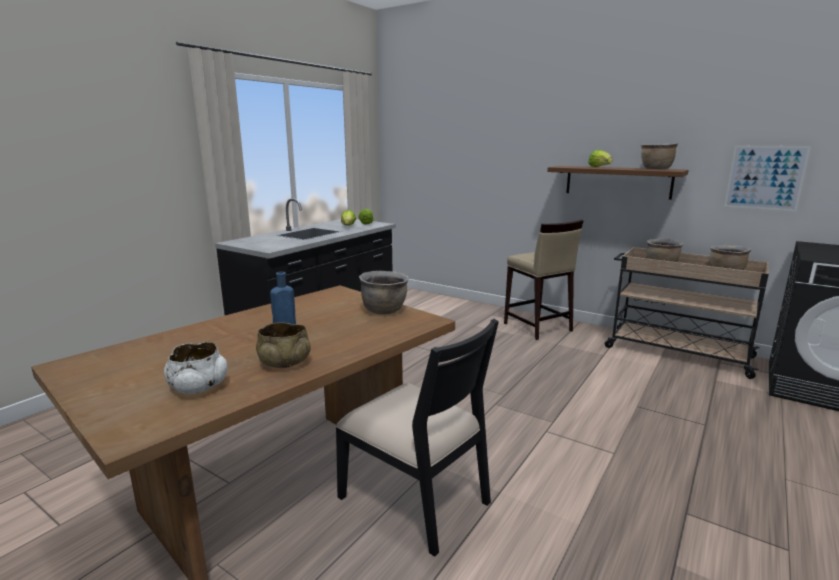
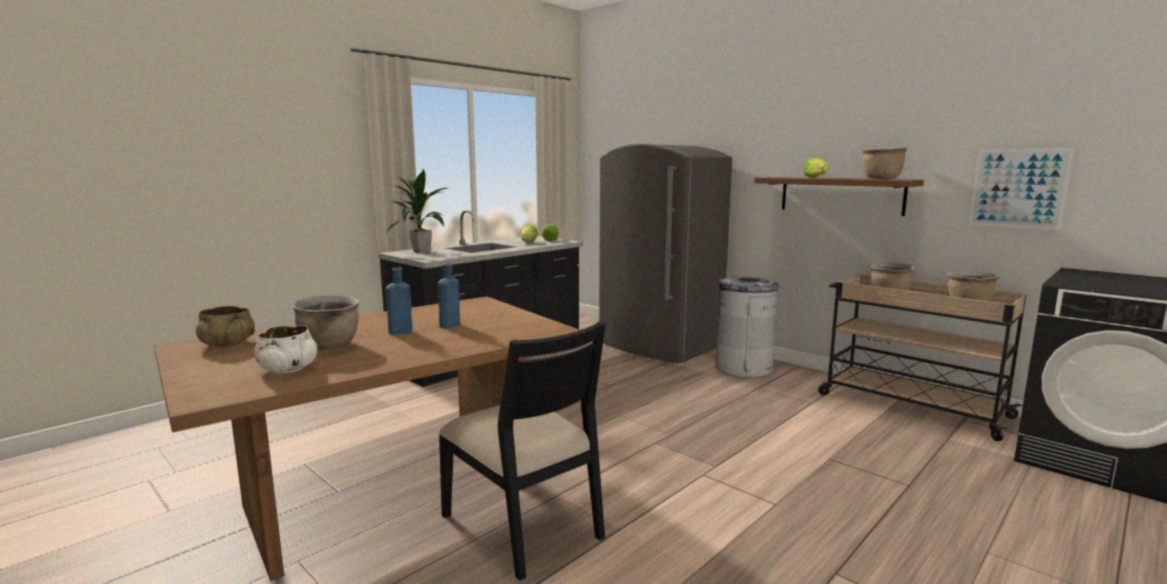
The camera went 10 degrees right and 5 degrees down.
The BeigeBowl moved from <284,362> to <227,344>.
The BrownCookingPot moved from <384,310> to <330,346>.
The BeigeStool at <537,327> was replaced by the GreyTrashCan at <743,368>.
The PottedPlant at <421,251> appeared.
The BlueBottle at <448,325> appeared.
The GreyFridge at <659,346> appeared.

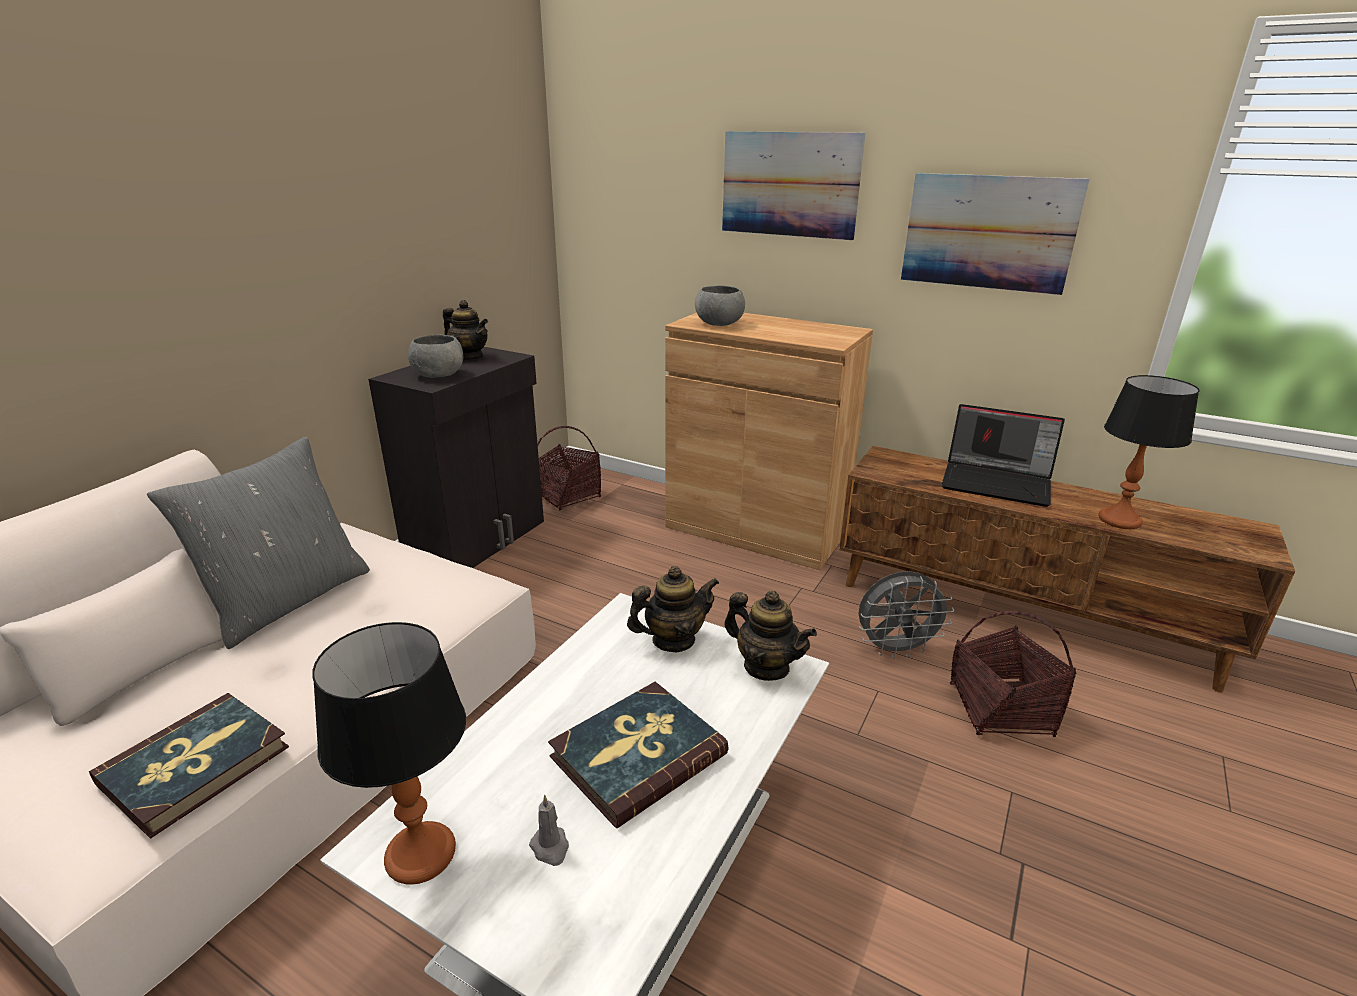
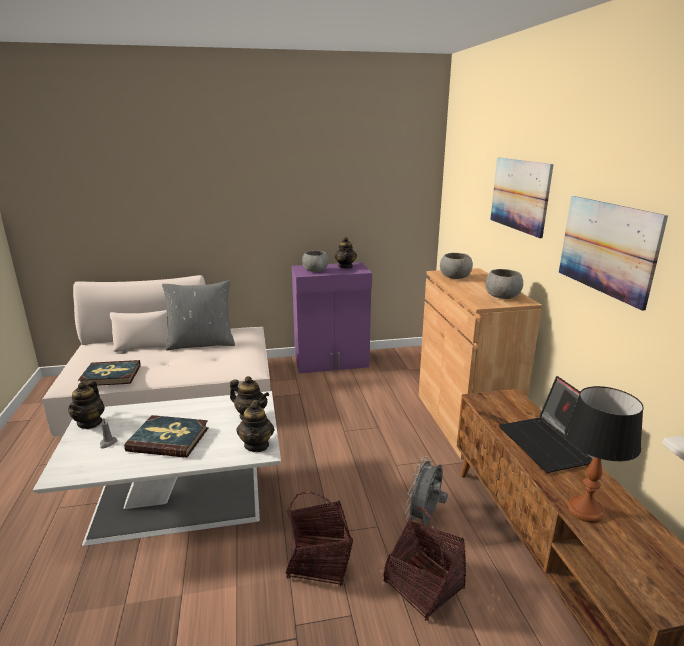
The camera went 50 degrees right and 5 degrees down.
The TableLamp at <421,853> was replaced by the Teapot at <90,422>.
The BlackCabinet at <479,539> became the PurpleCabinet at <332,362>.
The Basket moved from <567,496> to <319,561>.
The GreyFan at <896,649> turned 75 degrees clockwise.
The GreyBowl at <501,297> appeared.

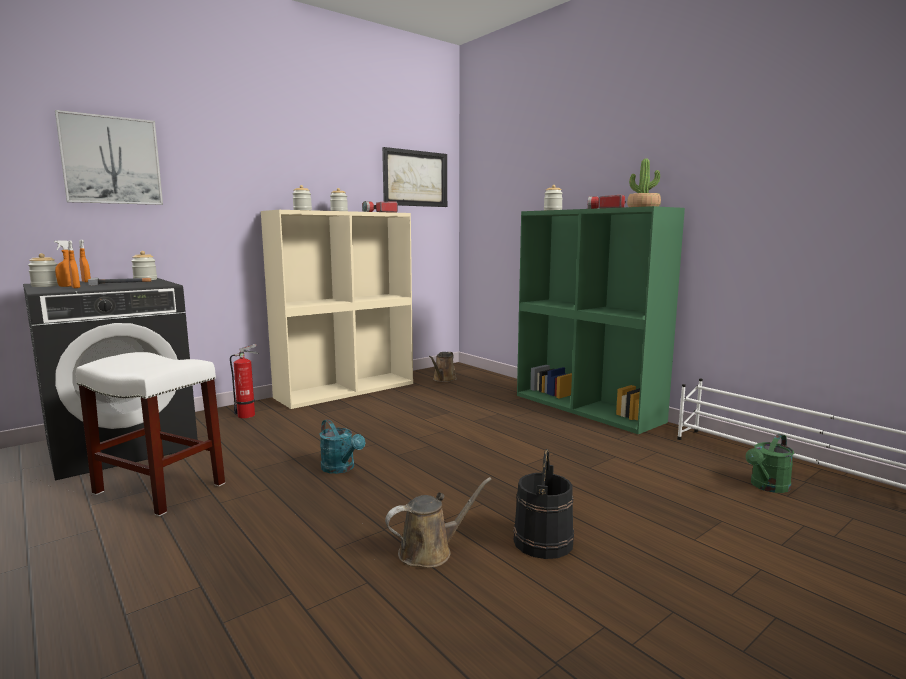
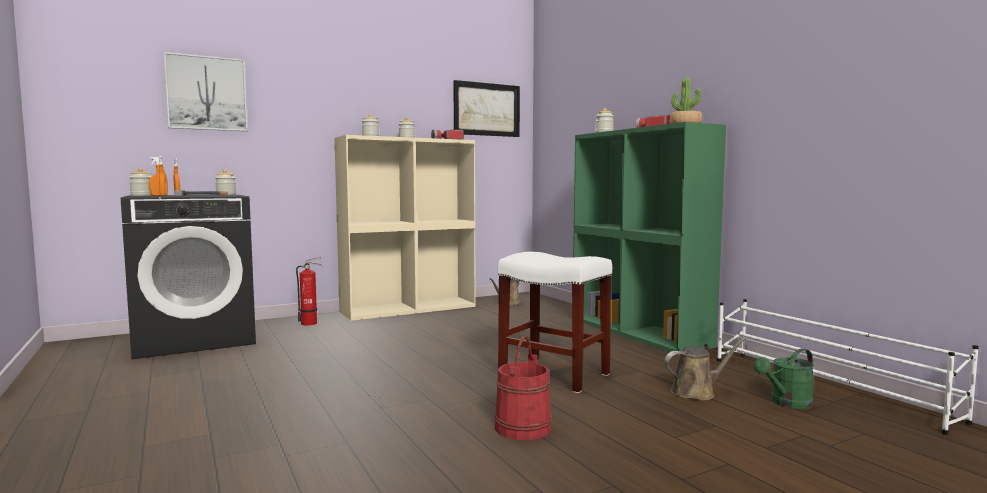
The camera went 10 degrees right and 5 degrees down.
The WhiteStool moved from <161,488> to <555,374>.
The TurquoiseWateringCan at <341,468> disappeared.
The BrownWateringCan moved from <430,551> to <696,392>.
The BlackBucket at <542,541> became the RedBucket at <522,427>.

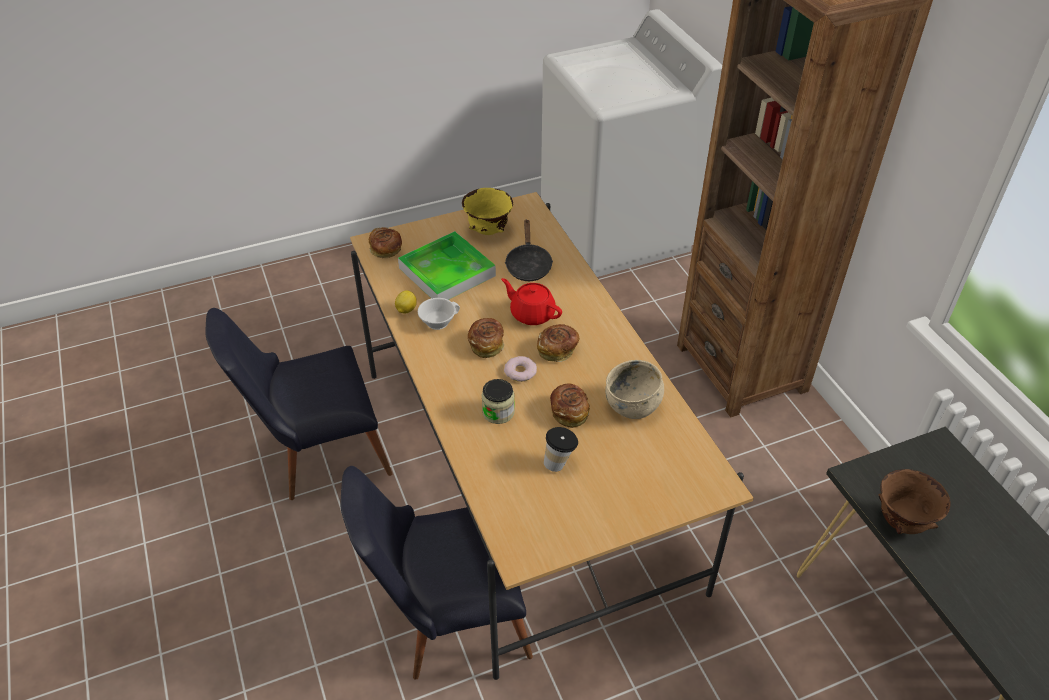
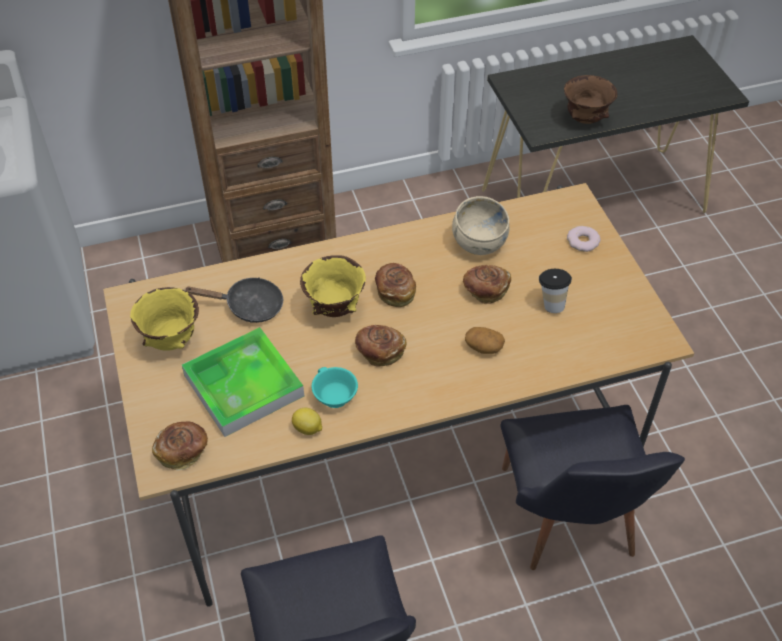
The camera went 85 degrees left and 5 degrees up.
The WhiteCup at <438,320> became the TurquoiseCup at <333,396>.
The Jar at <498,412> was replaced by the Potato at <483,347>.
The RedTeapot at <532,314> was replaced by the YellowBowl at <334,309>.
The Donut moved from <520,371> to <583,241>.

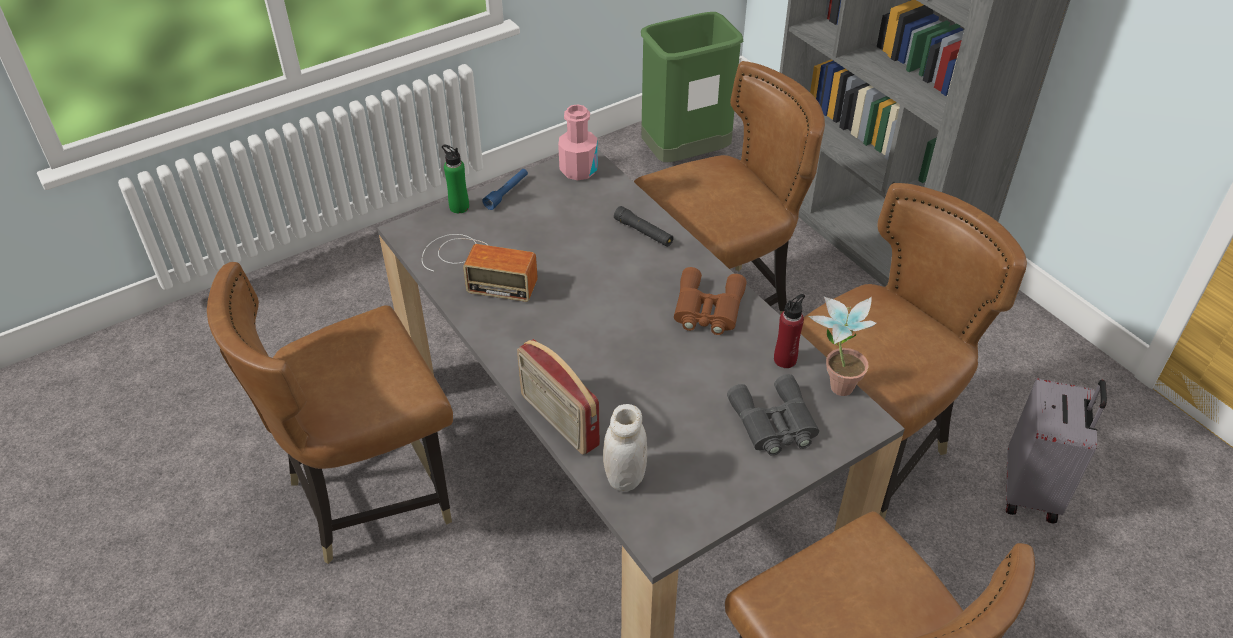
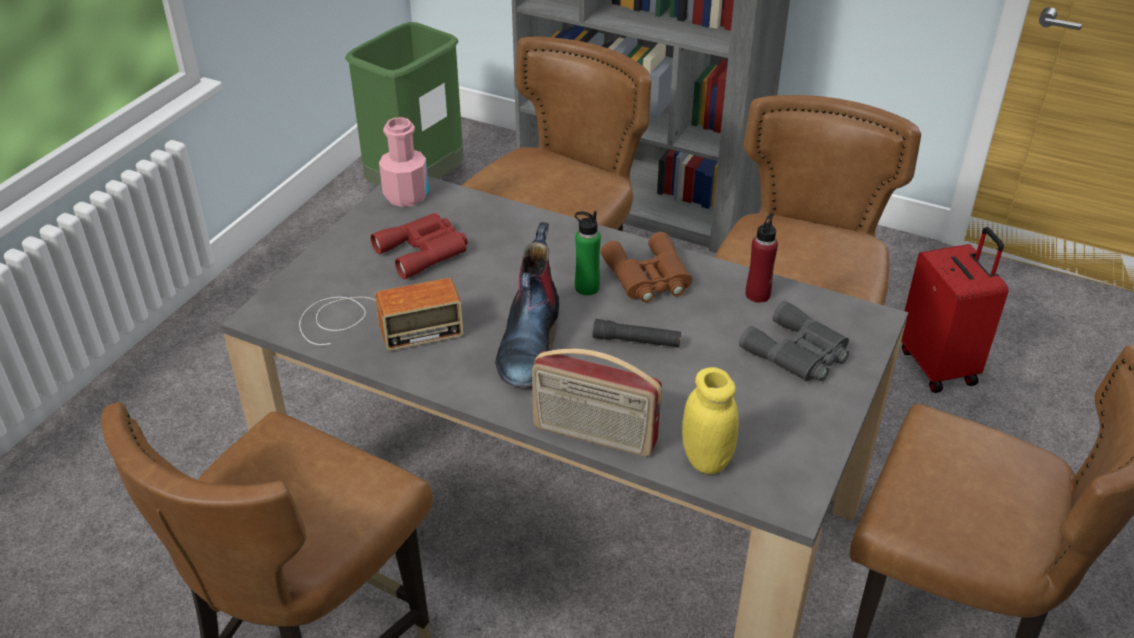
The camera went 30 degrees left and 5 degrees down.
The GreenBottle moved from <459,207> to <587,287>.
The BlueFlashlight at <507,193> disappeared.
The WhiteJar at <625,477> became the YellowJar at <706,459>.
The BlackFlashlight moved from <643,232> to <636,341>.
The PottedPlant at <834,382> disappeared.
The GreySuitcase at <1032,491> became the RedSuitcase at <939,366>.
The RedBinoculars at <425,251> appeared.
The Boot at <529,342> appeared.

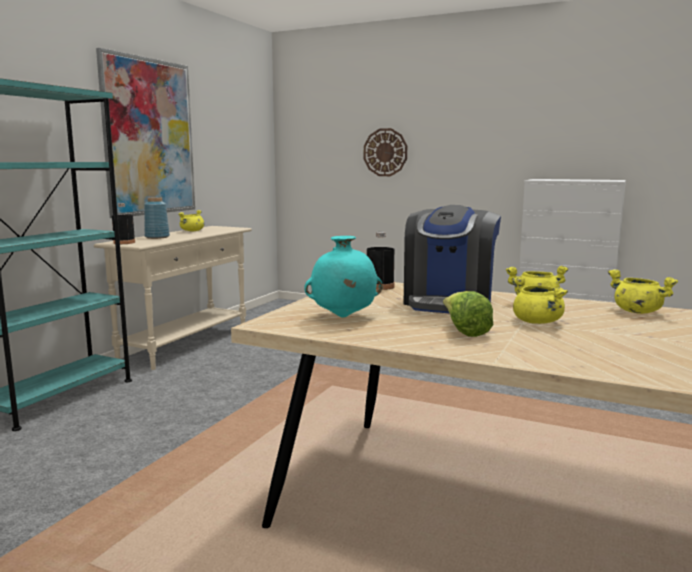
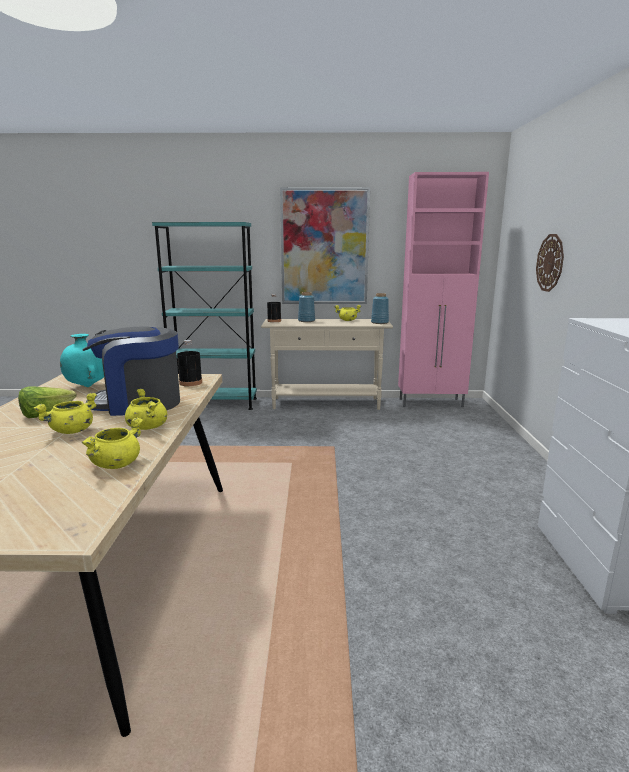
The camera went 65 degrees right and 5 degrees up.
The BlueVase at <379,322> appeared.
The PinkCabinet at <432,403> appeared.

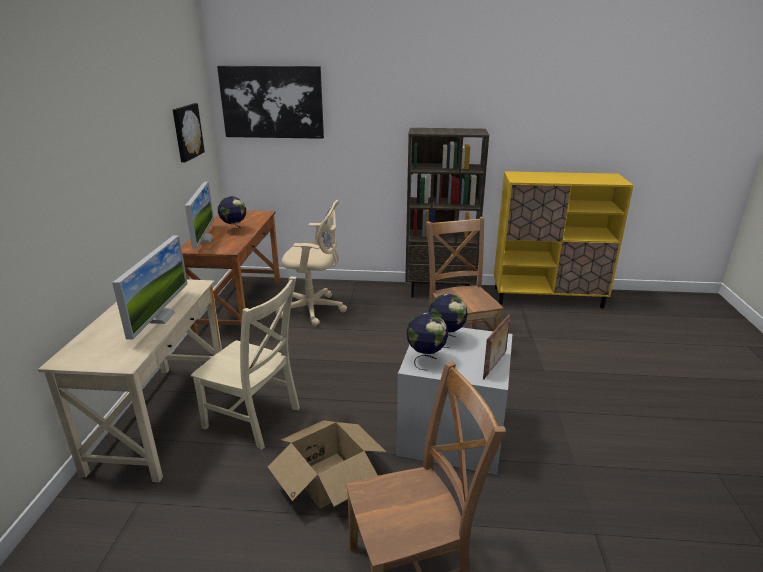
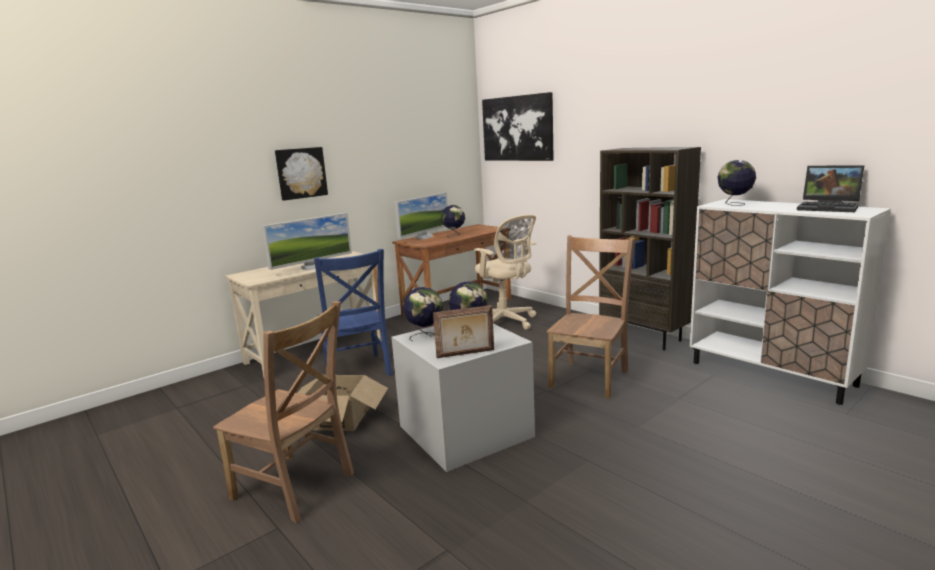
The camera went 45 degrees right and 10 degrees down.
The Picture moved from <186,132> to <301,173>.
The BeigeChair at <255,419> became the BlueChair at <357,371>.
The YellowCabinet at <548,297> became the WhiteCabinet at <771,374>.
The Globe at <734,204> appeared.
The Laptop at <830,207> appeared.

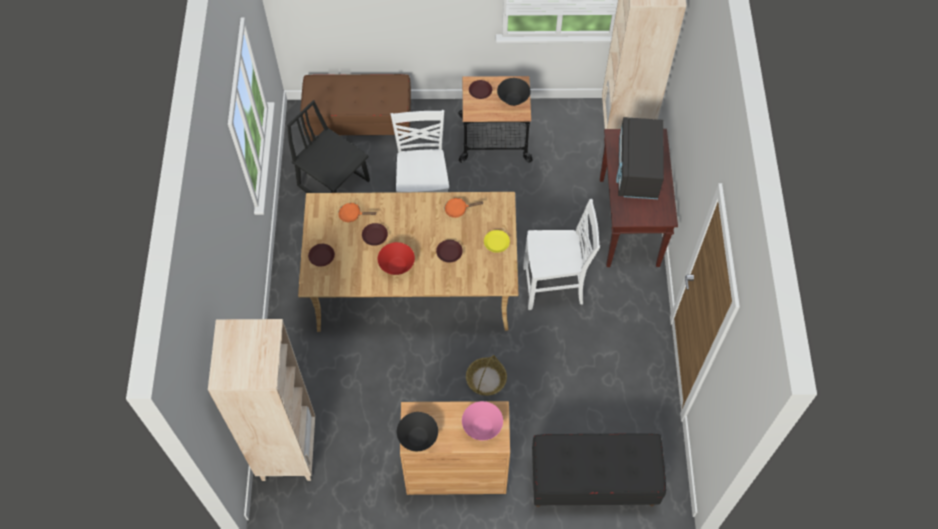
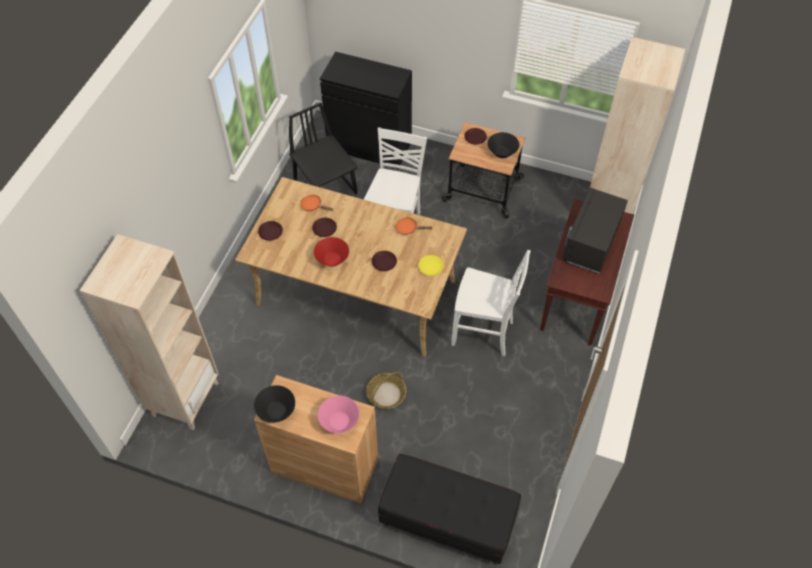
The camera went 20 degrees right and 5 degrees down.
The BrownBench at <360,123> was replaced by the BlackCabinet at <369,145>.

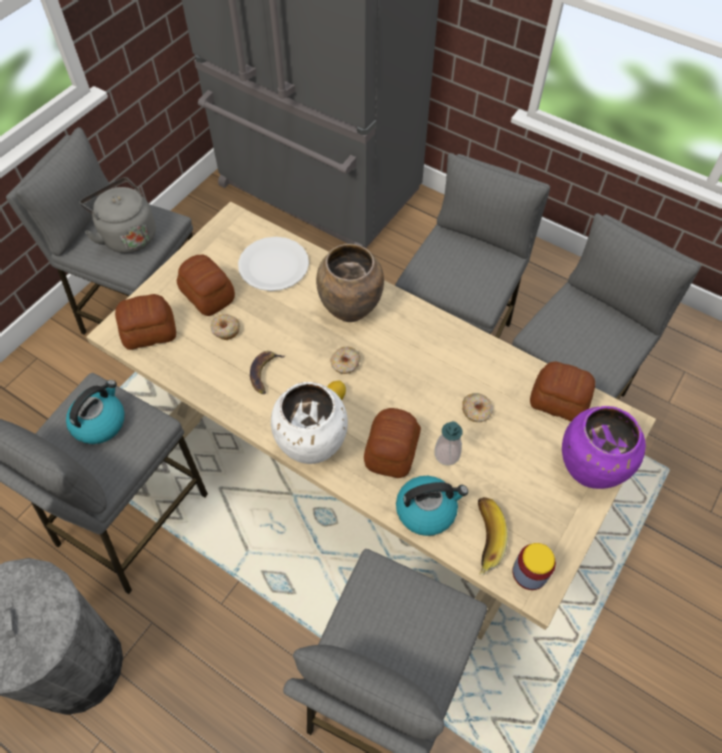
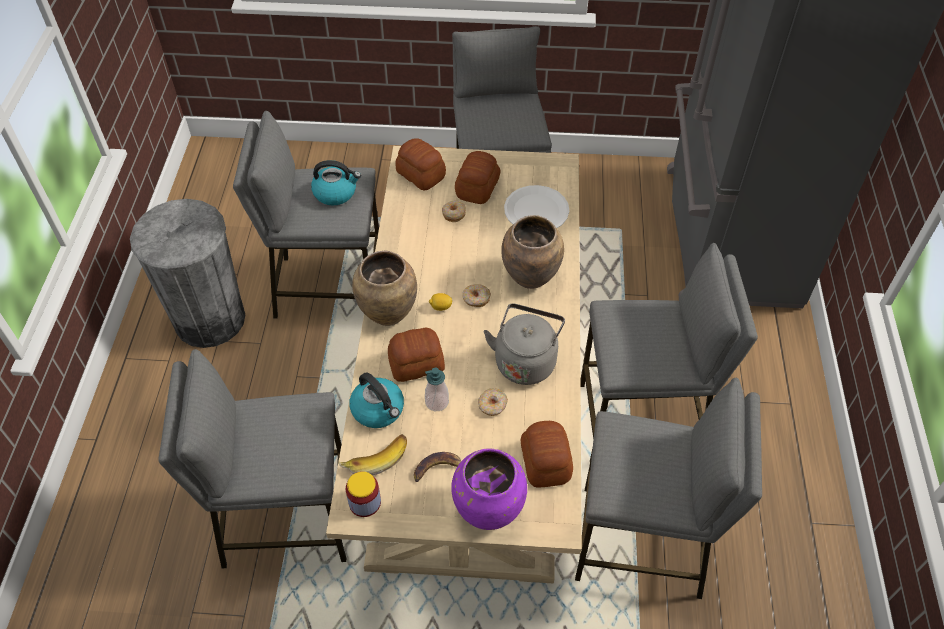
The camera went 60 degrees right and 5 degrees down.
The GreyKettle moved from <127,235> to <525,360>.
The Banana moved from <264,373> to <438,469>.
The WhiteVase at <313,447> became the BrownVase at <387,314>.

